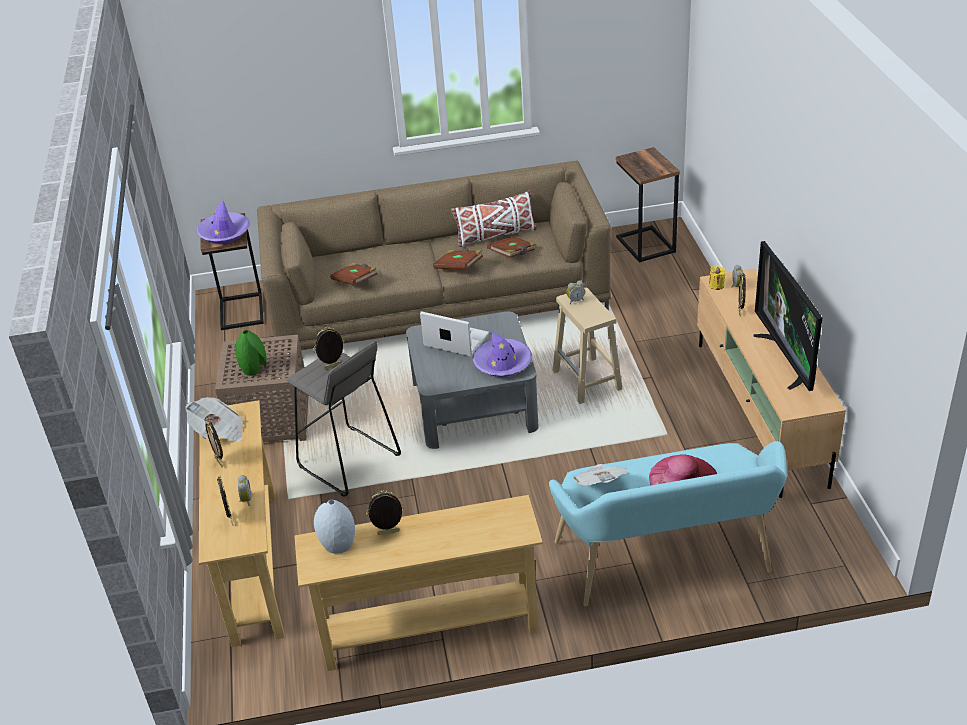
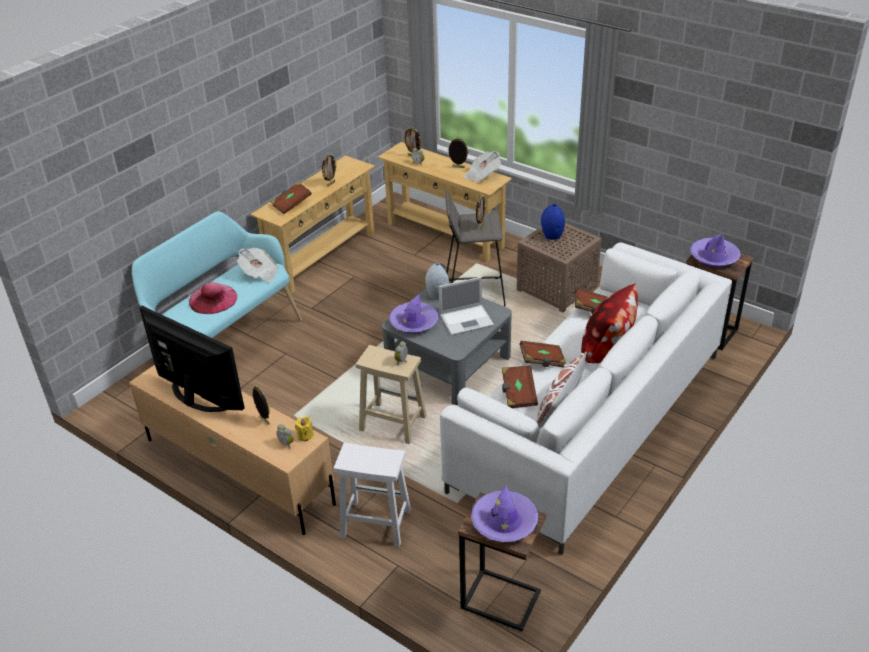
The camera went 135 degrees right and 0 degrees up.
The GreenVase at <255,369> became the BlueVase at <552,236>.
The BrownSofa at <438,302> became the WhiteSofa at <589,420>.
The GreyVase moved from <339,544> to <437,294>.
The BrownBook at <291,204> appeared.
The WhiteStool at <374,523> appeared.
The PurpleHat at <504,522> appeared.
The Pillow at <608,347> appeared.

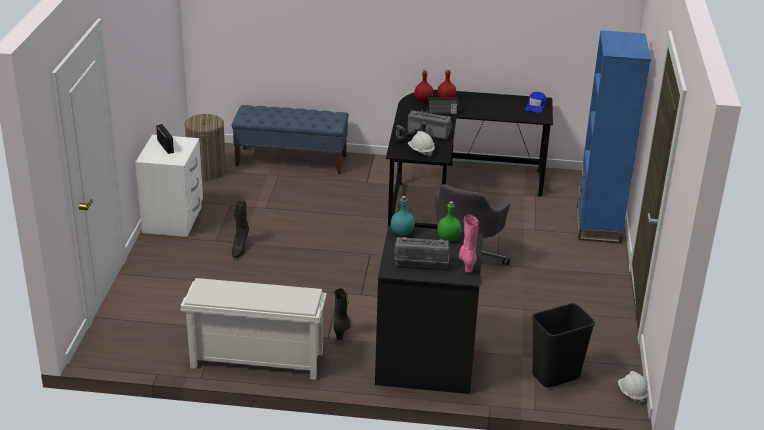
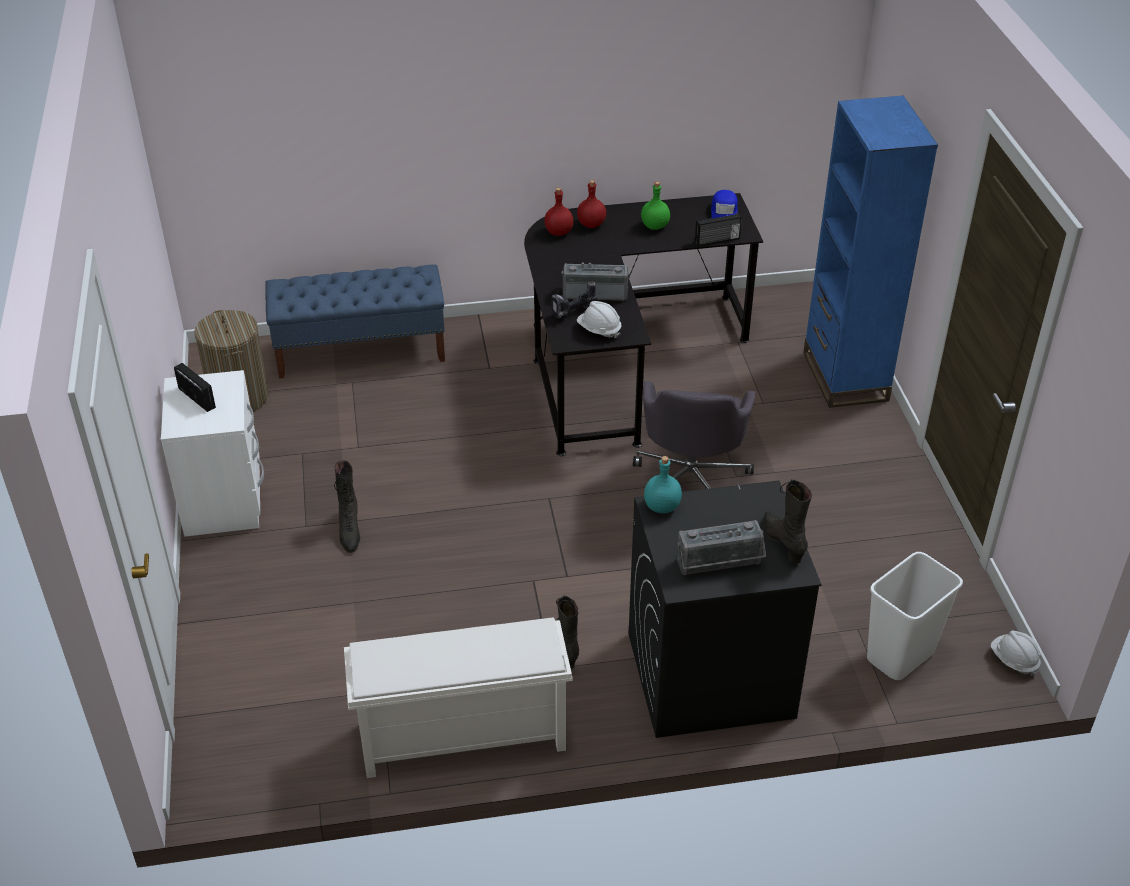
The camera went 15 degrees left and 10 degrees up.
The Radio moved from <442,113> to <717,240>.
The GreenBottle moved from <449,238> to <655,226>.
The PinkBoot at <467,262> became the BlackBoot at <783,542>.
The BlackTrashCan at <555,377> became the WhiteTrashCan at <900,657>.

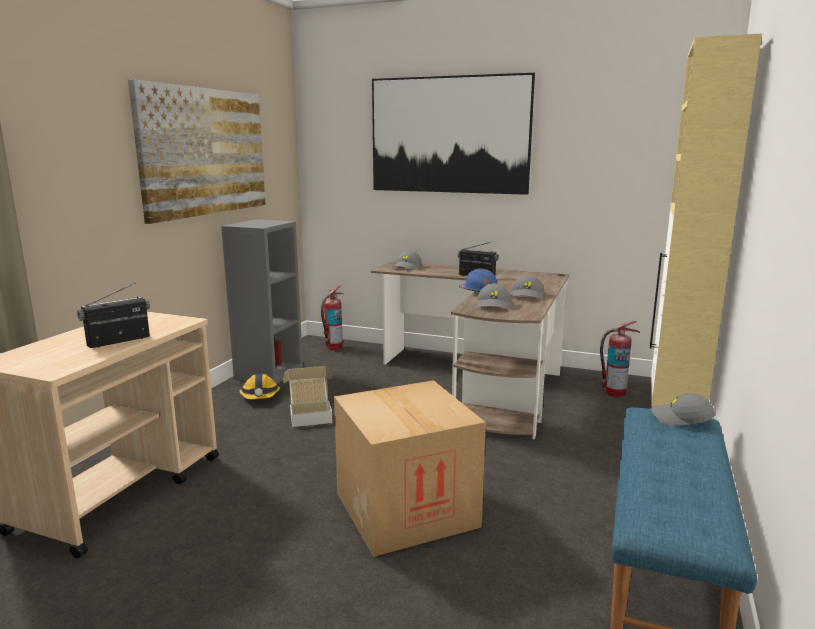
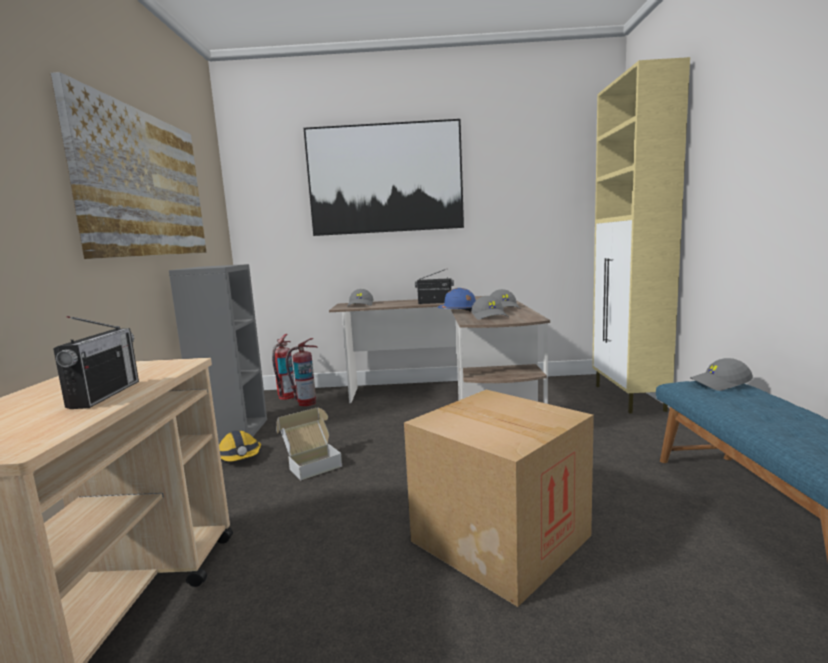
The camera went 20 degrees left and 5 degrees down.
The Radio at <119,341> turned 150 degrees clockwise.
The FireExtinguisher moved from <614,392> to <306,403>.

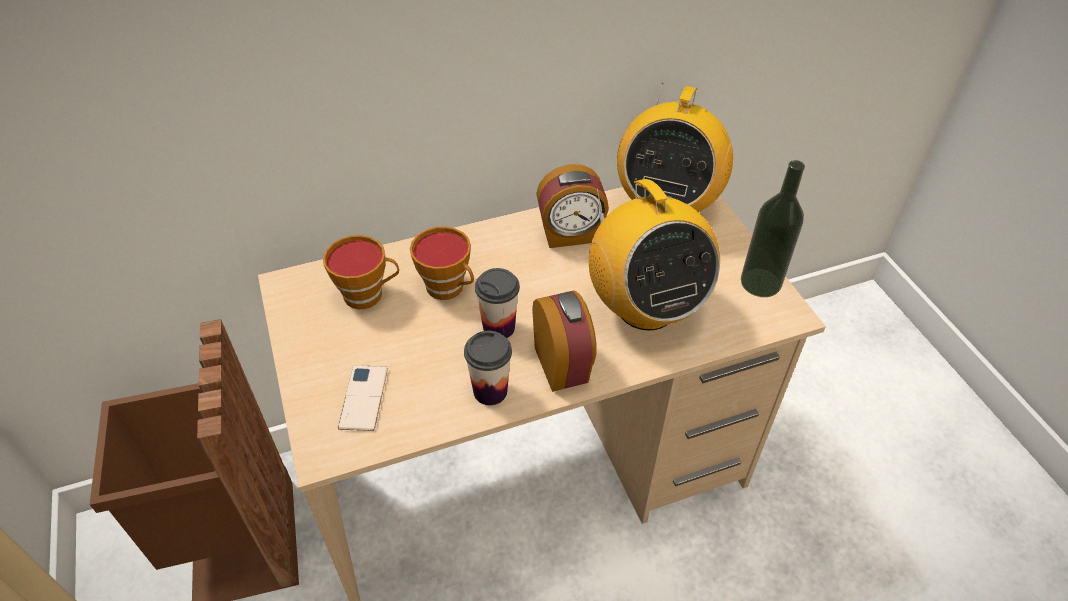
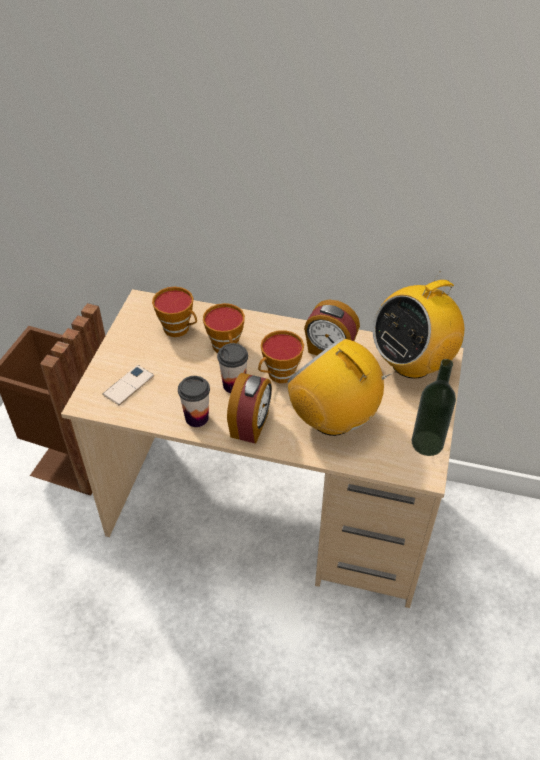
The camera went 35 degrees right and 0 degrees up.
The Radio at <645,307> turned 120 degrees clockwise.
The Cup at <279,375> appeared.

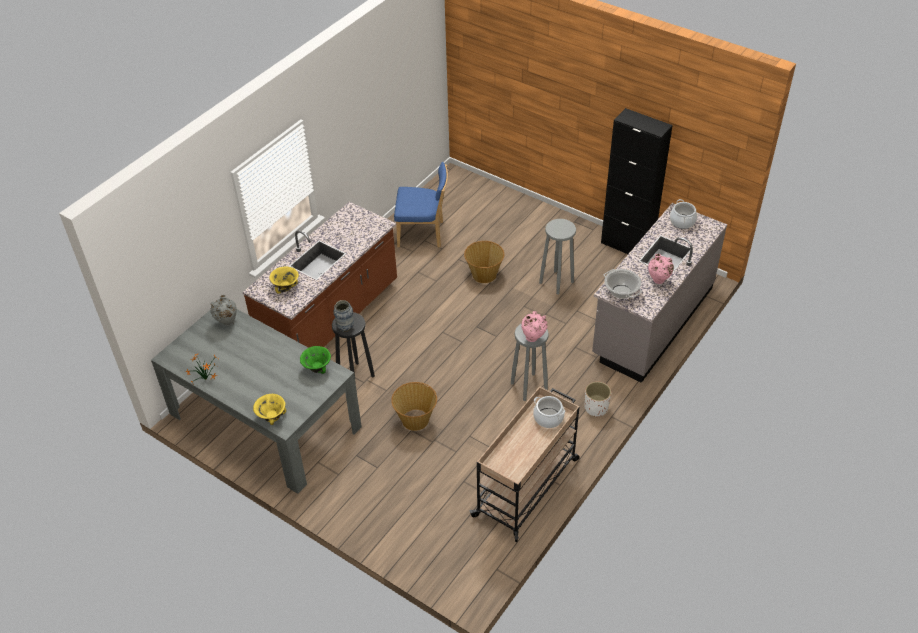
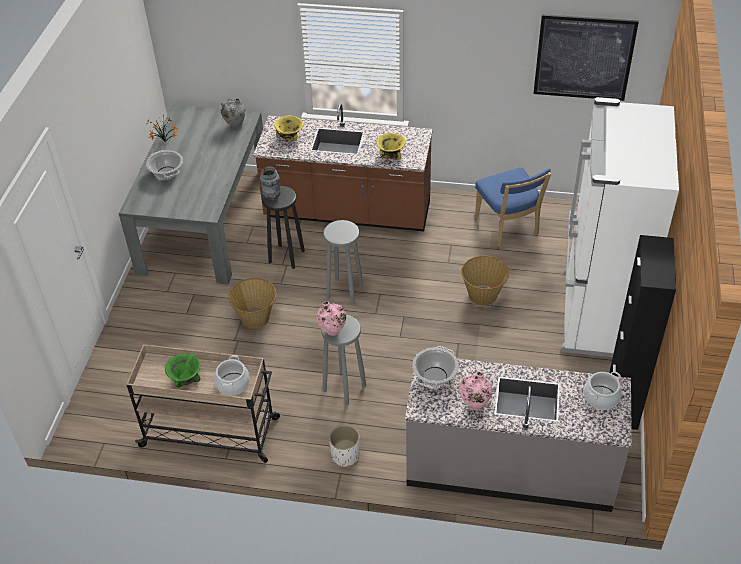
The camera went 65 degrees right and 0 degrees up.
The YellowBowl moved from <272,416> to <391,154>.
The GreenBowl moved from <317,367> to <186,378>.
The GreyStool moved from <557,282> to <345,291>.
The CookingPot at <166,173> appeared.
The Picture at <584,57> appeared.
The WhiteFridge at <596,314> appeared.

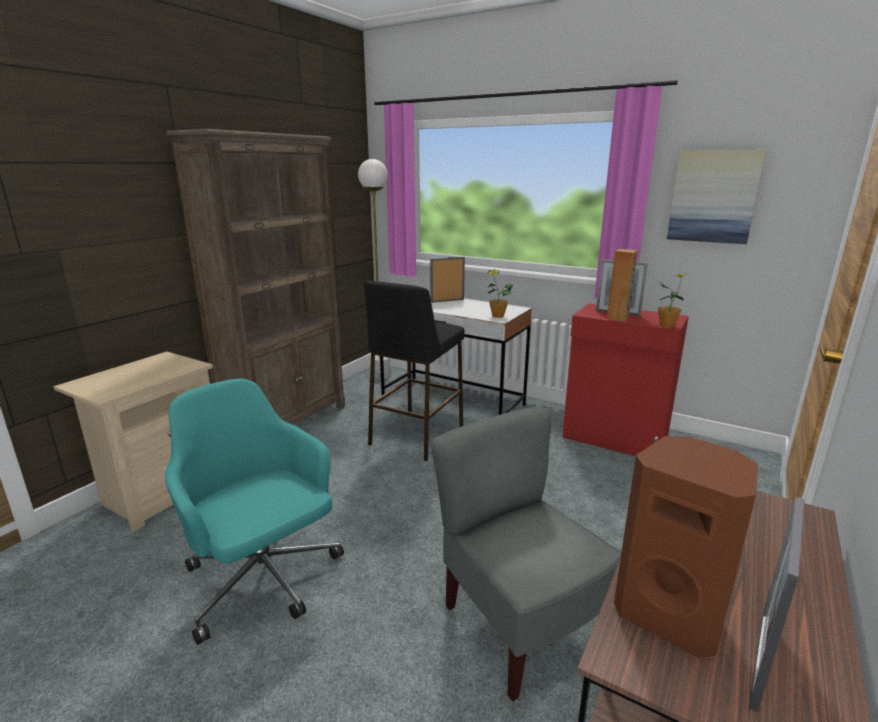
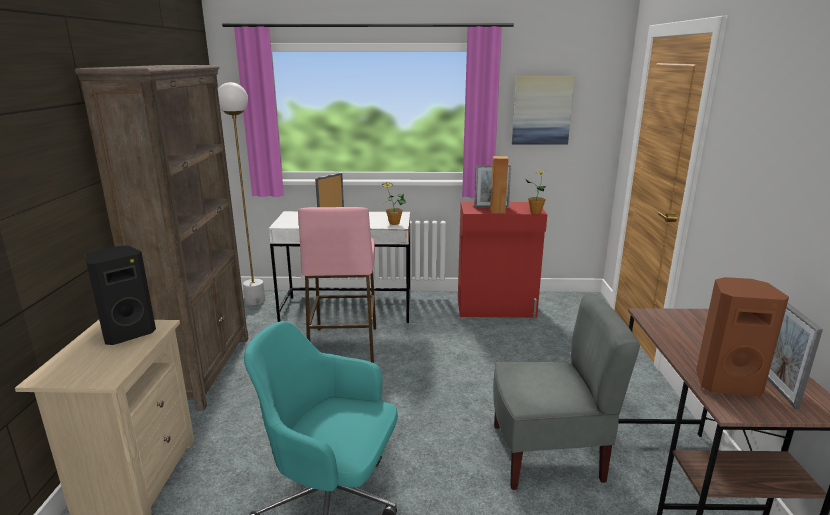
The camera went 30 degrees left and 0 degrees up.
The BlackStool at <416,435> became the PinkStool at <344,346>.
The GreyChair at <520,624> turned 150 degrees clockwise.
The BlackSpeaker at <127,333> appeared.

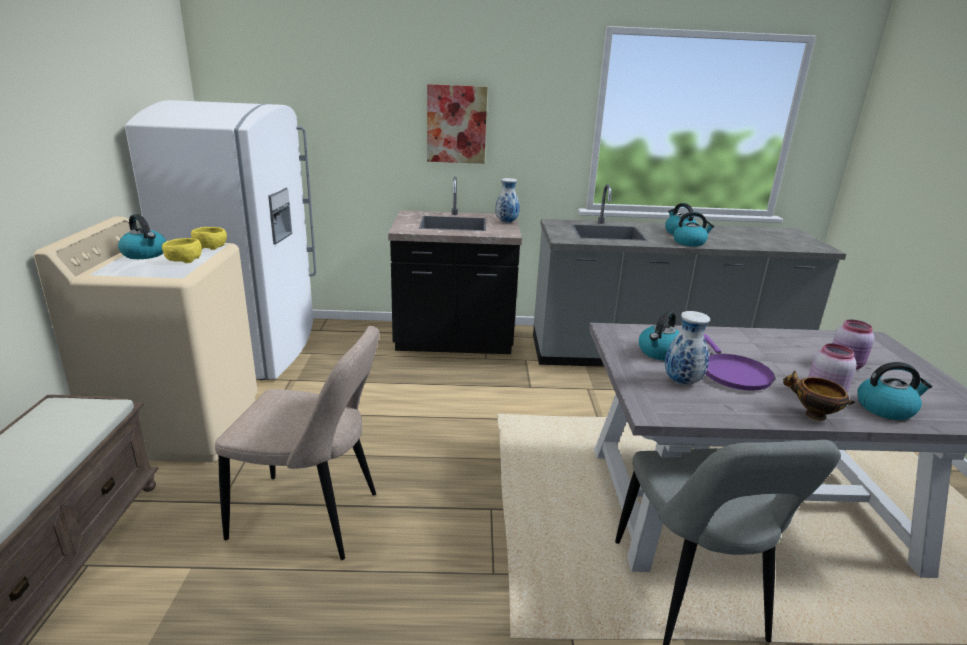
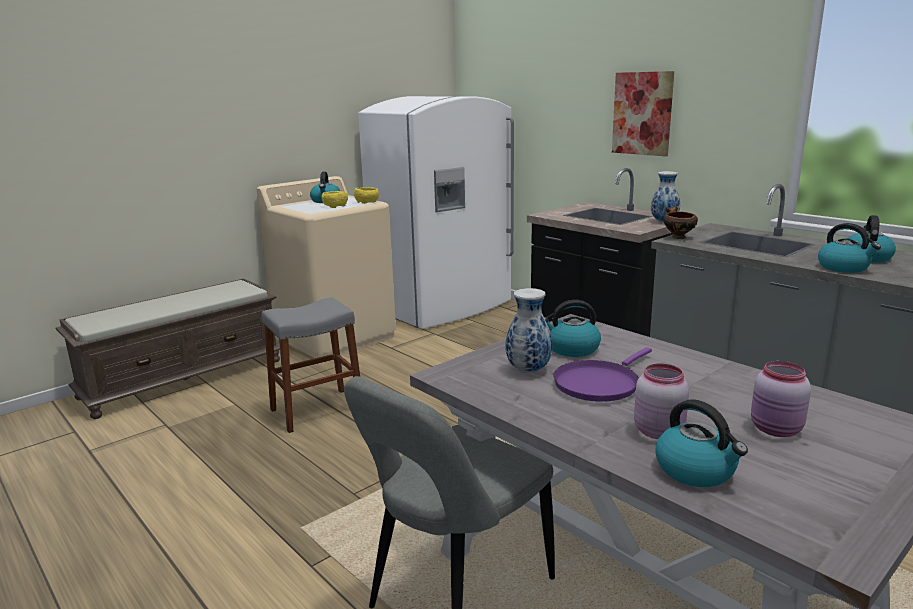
The camera went 50 degrees right and 5 degrees down.
The BeigeChair at <312,517> was replaced by the GreyStool at <317,410>.
The Bowl moved from <812,415> to <677,237>.

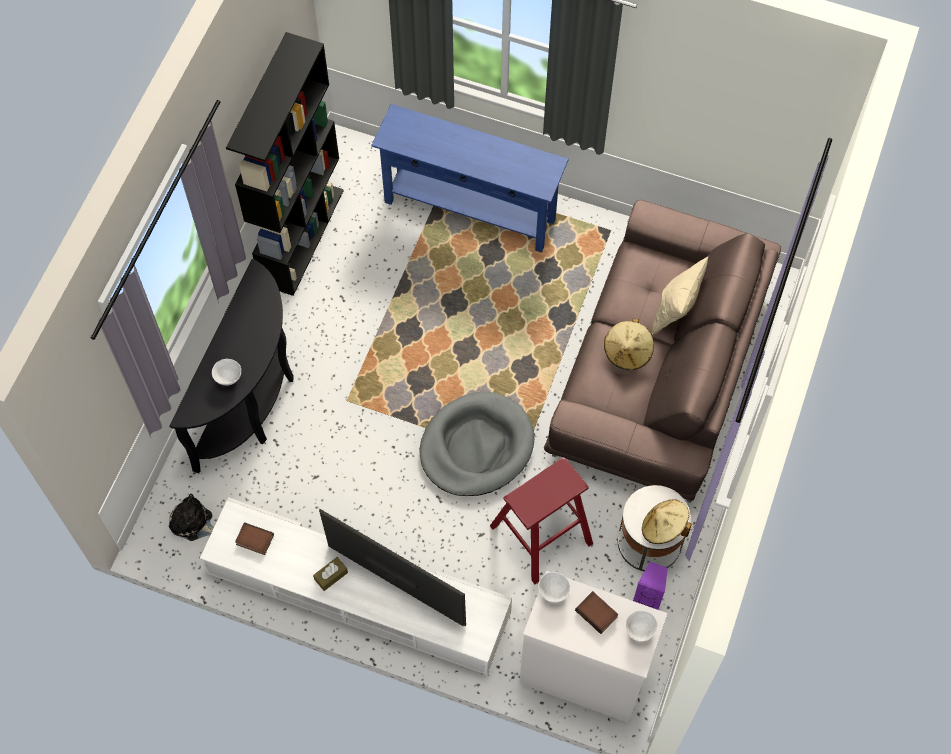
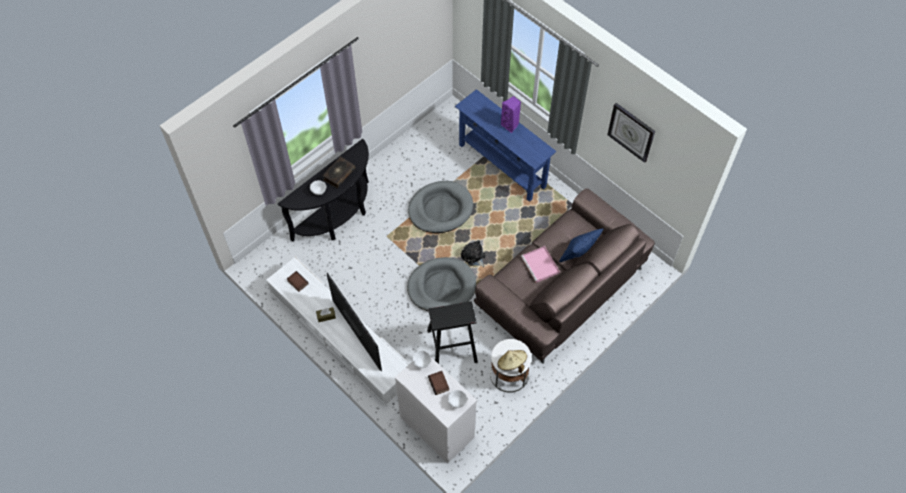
The camera went 25 degrees right and 5 degrees down.
The PlushToy moved from <193,523> to <473,257>.
The BlackBookcase at <301,236> disappeared.
The RedStool at <541,535> became the BlackStool at <452,346>.
The BeigeHat at <628,352> was replaced by the PinkTray at <540,265>.
The PurpleSpeaker moved from <648,597> to <510,125>.
The BeigePillow at <675,311> became the BluePillow at <578,255>.
The Book at <338,174> appeared.
The GreyDogBed at <440,209> appeared.
The WallClock at <631,132> appeared.

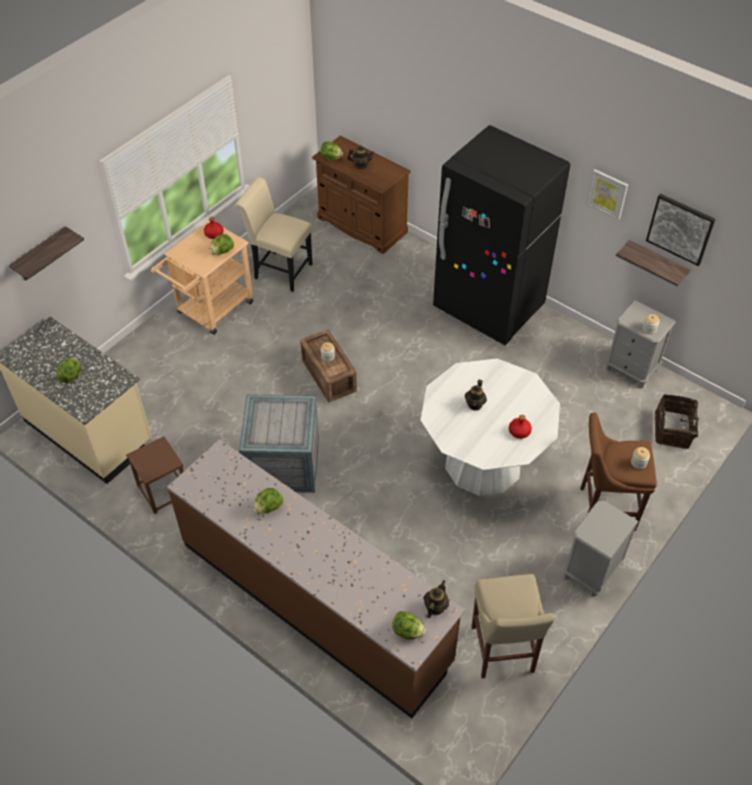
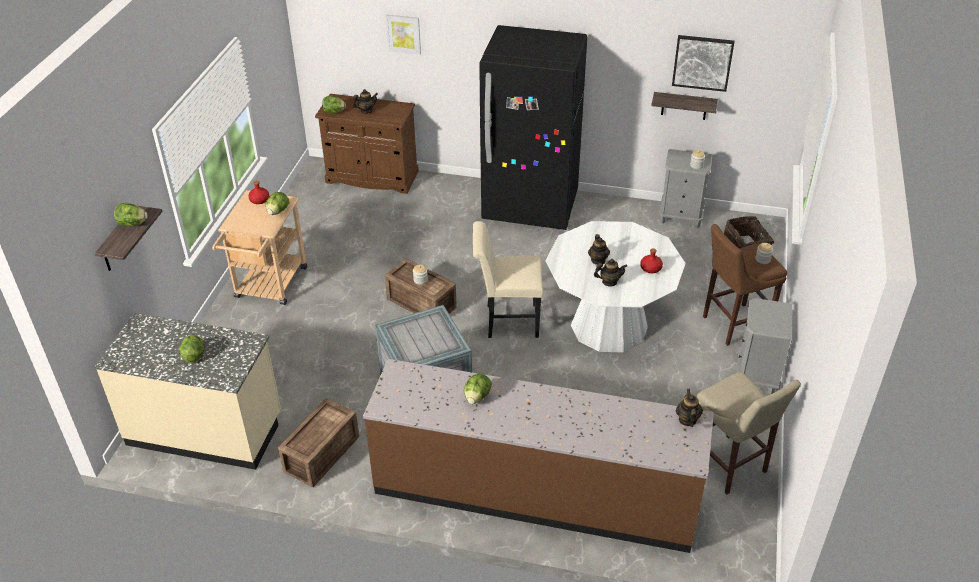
The camera went 25 degrees left and 10 degrees down.
The BrownStool at <163,491> was replaced by the Crate at <320,454>.
The BeigeChair moved from <279,270> to <507,321>.
The Lettuce moved from <407,631> to <132,224>.
The Picture moved from <607,193> to <403,34>.
The Teapot at <609,282> appeared.

